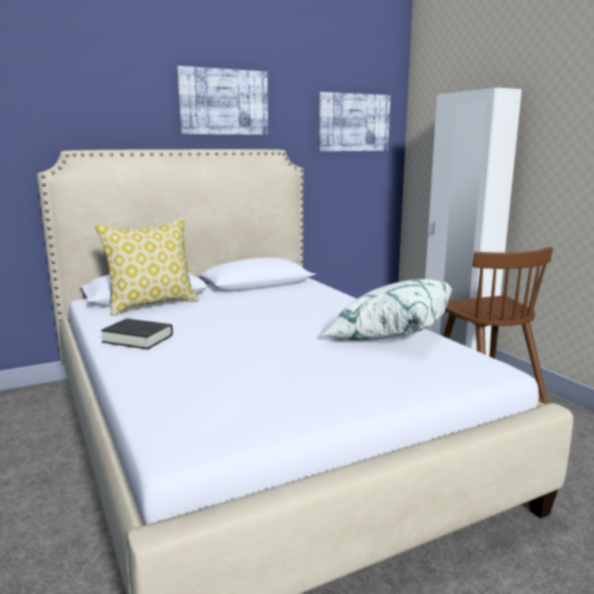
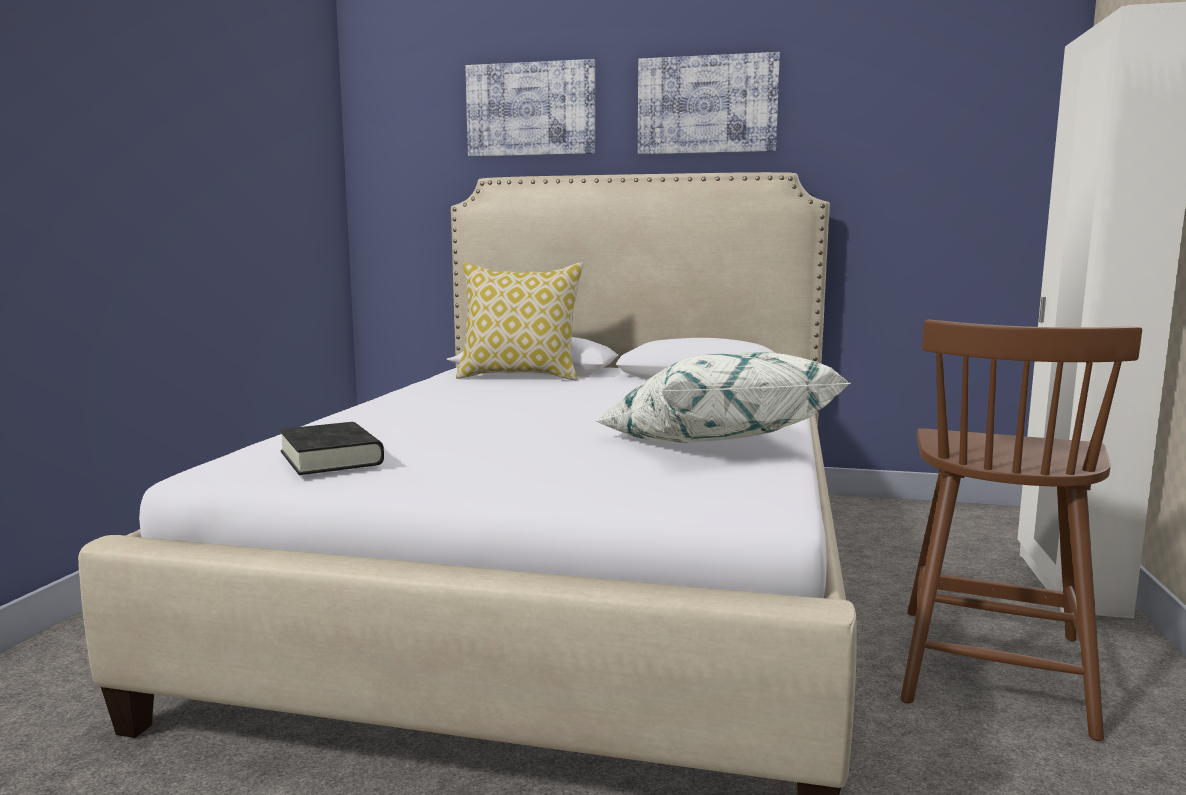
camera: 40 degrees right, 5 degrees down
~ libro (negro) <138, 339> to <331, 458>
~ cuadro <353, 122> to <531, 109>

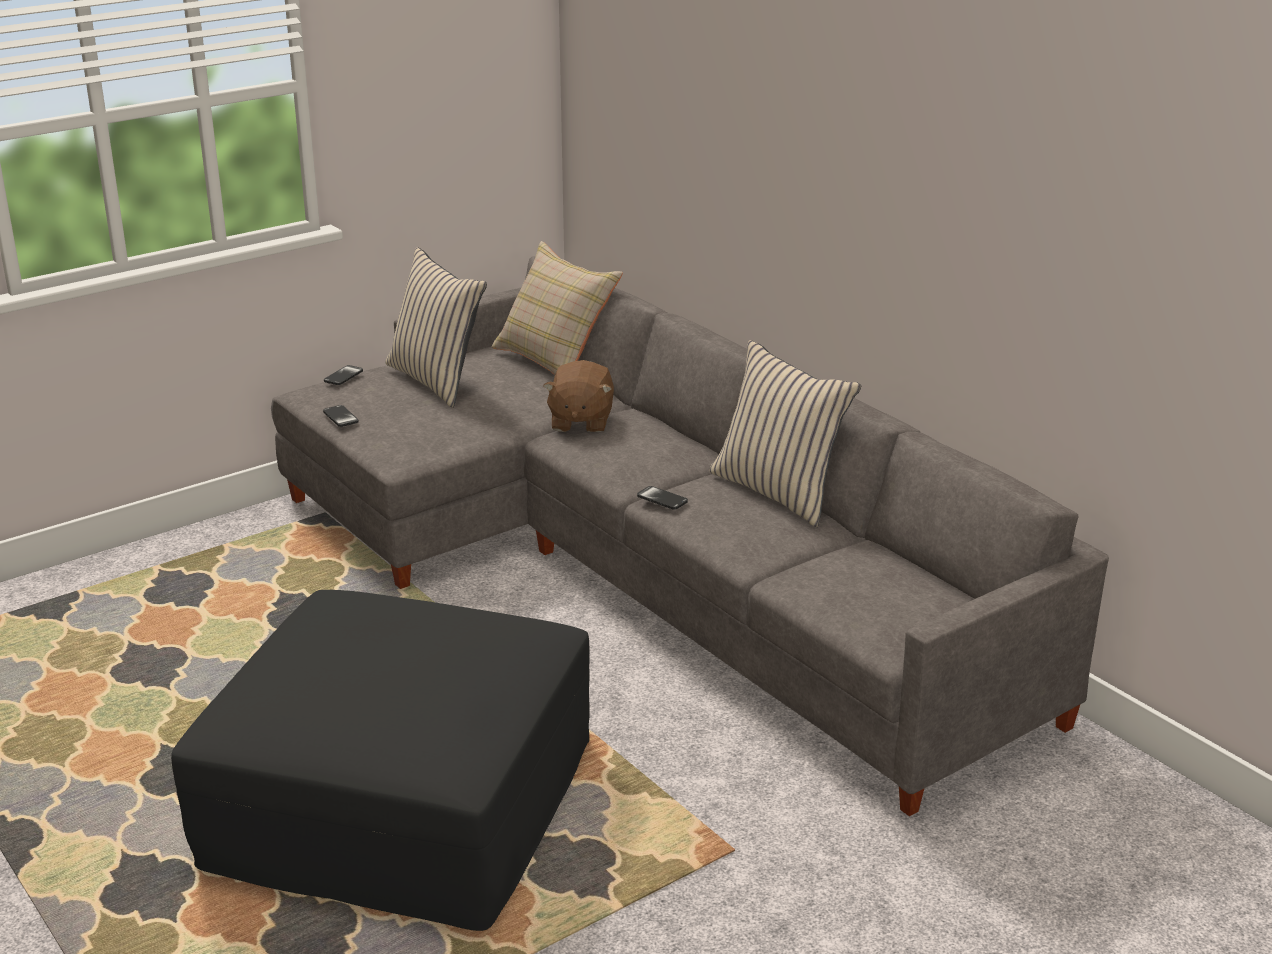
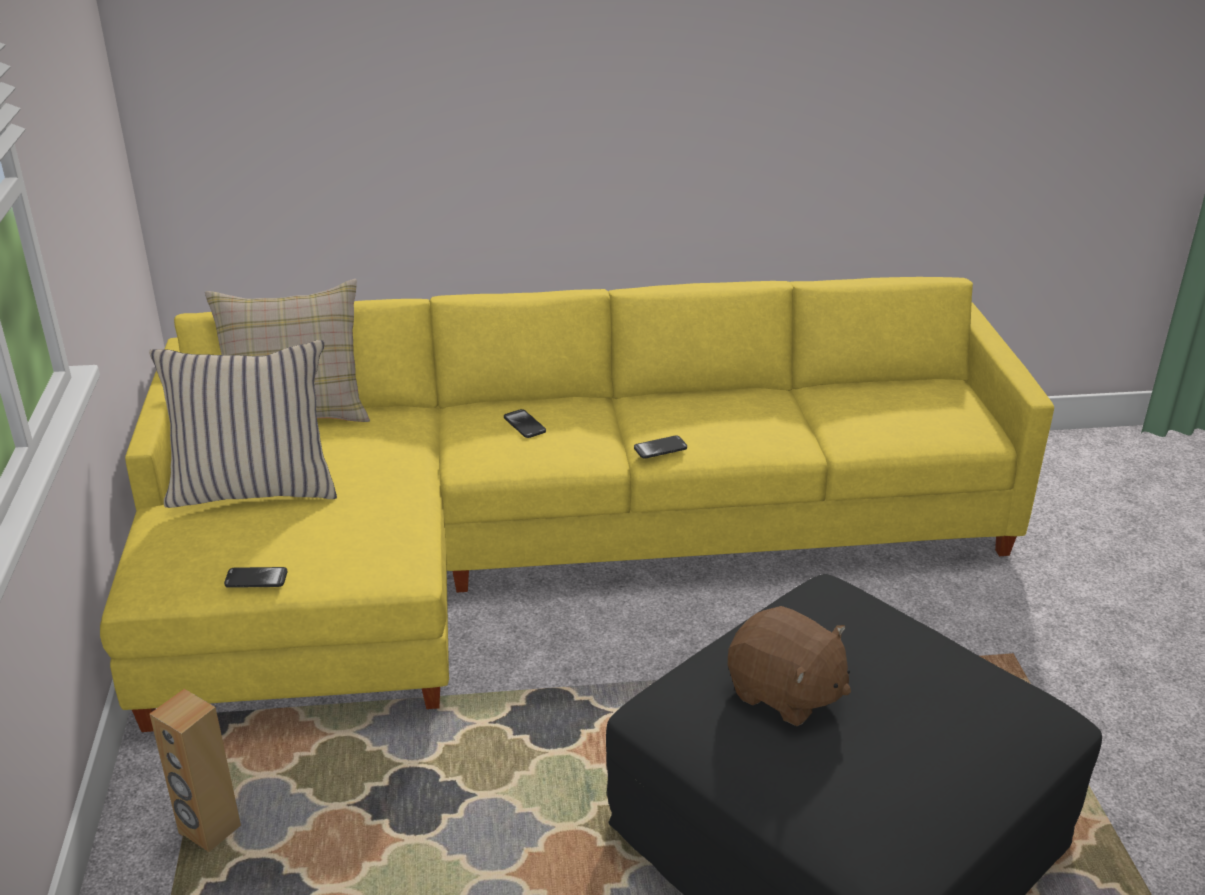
camera: 60 degrees left, 5 degrees up
~ sofá (gris) <641, 567> to sofá (amarillo) <547, 545>
+ altavoz (marrón) <209, 830>
~ móvil <343, 376> to <524, 425>
~ peluche (marrón) <580, 422> to <785, 693>
- cojín (beis) <779, 492>

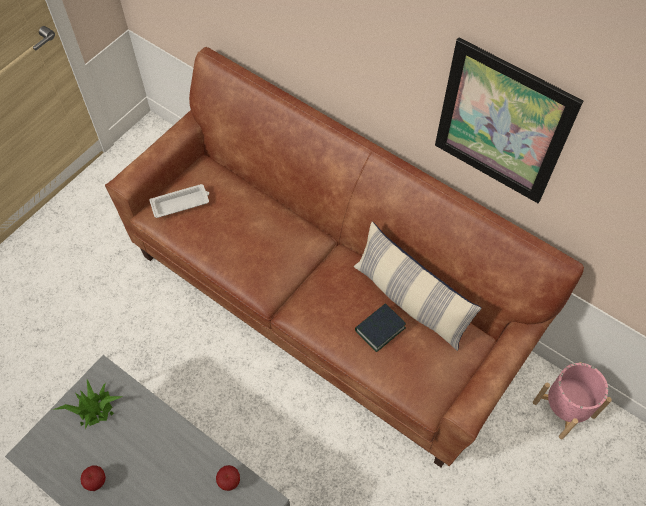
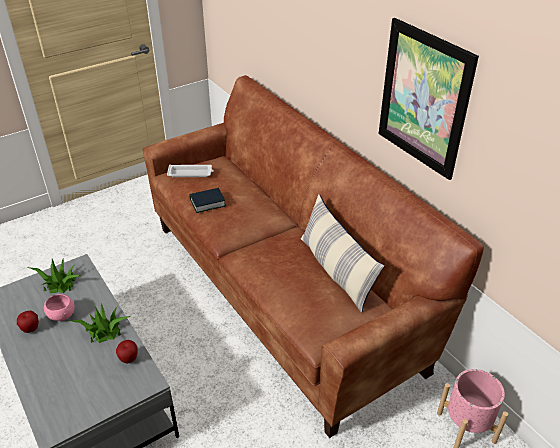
camera: 20 degrees right, 20 degrees down
+ cuenco (rosa) <62, 315>
+ planta en maceta <103, 330>
~ libro <380, 329> to <207, 203>

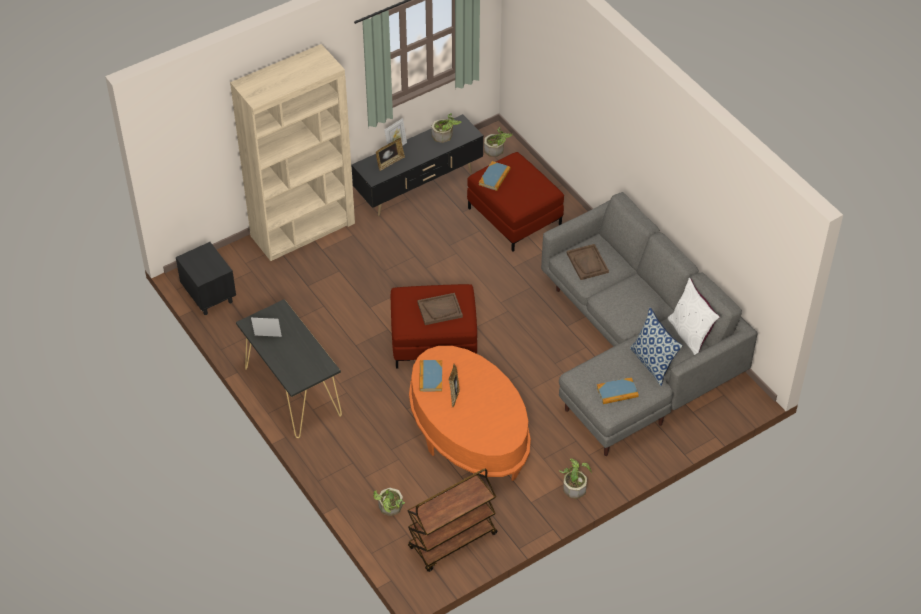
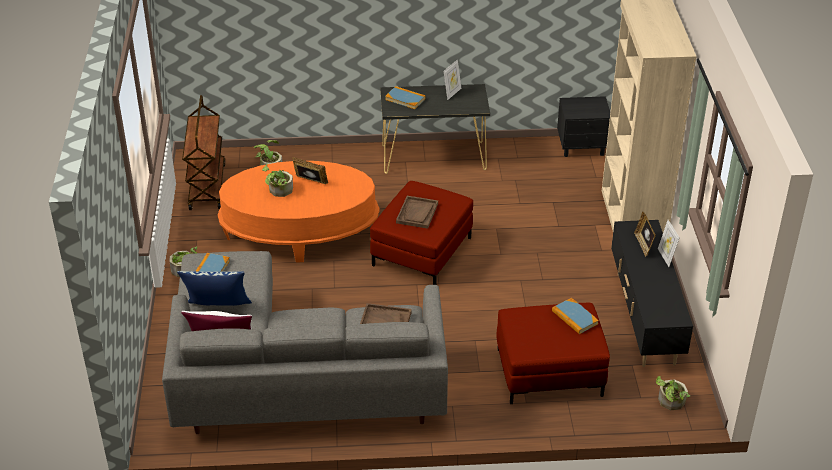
camera: 120 degrees right, 10 degrees down
~ planta en maceta <445, 136> to <278, 191>
~ libro <430, 377> to <405, 99>

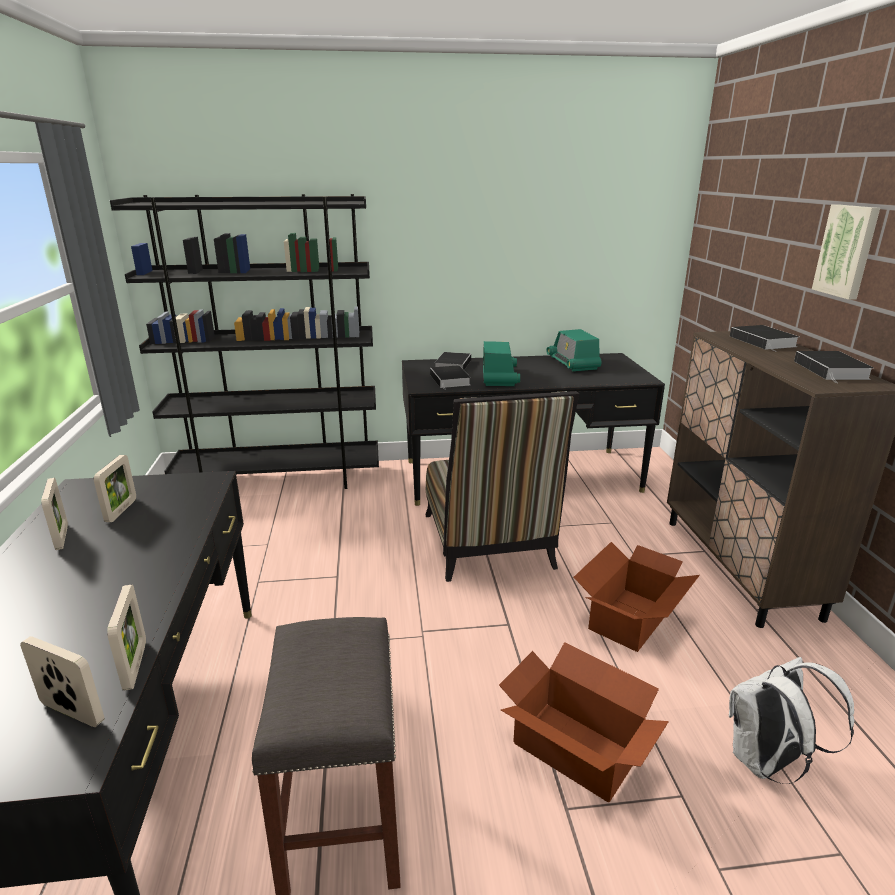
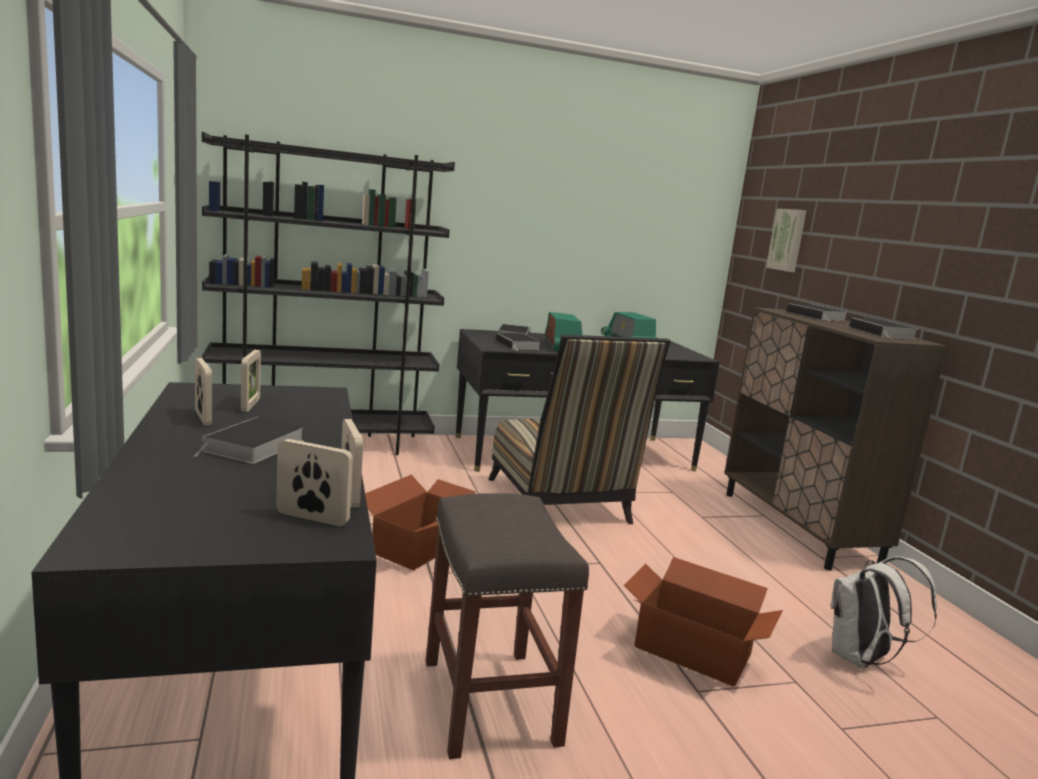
camera: 10 degrees left, 10 degrees down
+ libro <253, 447>
~ caja de cartón <631, 619> to <420, 547>
~ cuadro <847, 251> to <788, 240>

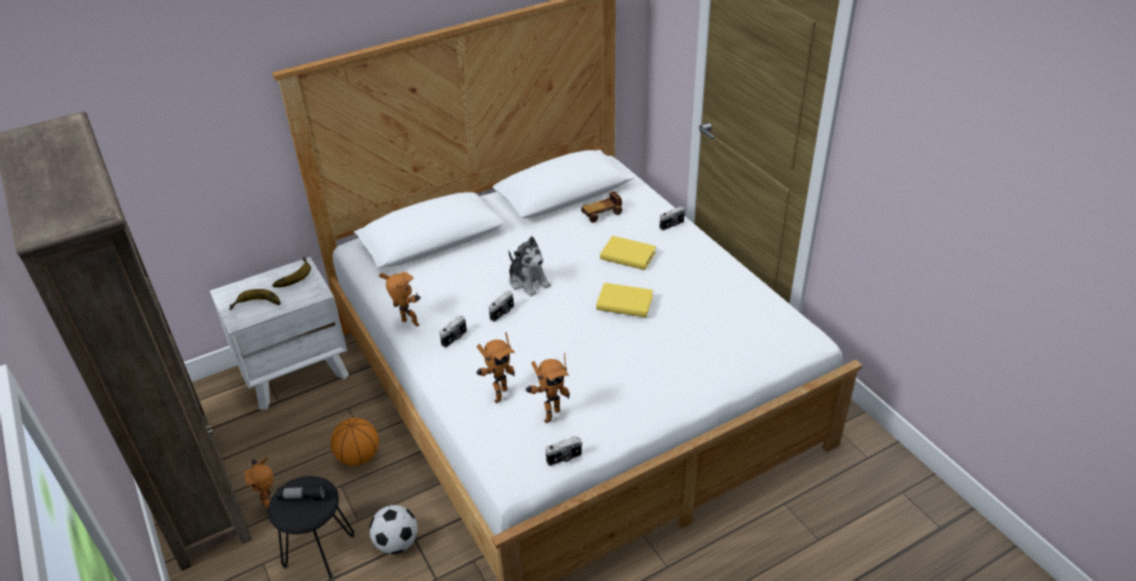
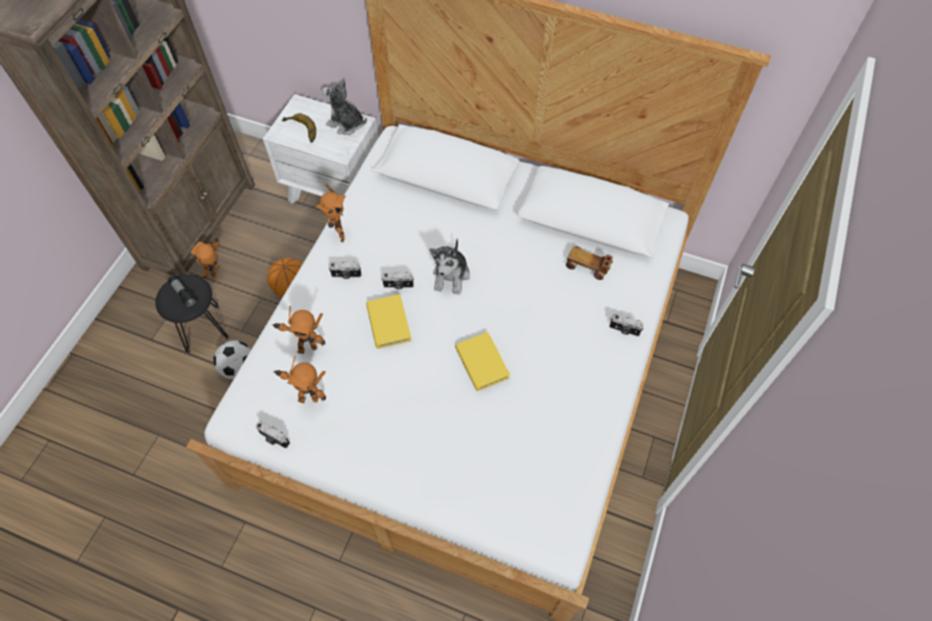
camera: 50 degrees right, 20 degrees up
~ plátano <291, 275> to peluche <346, 124>
~ libro (amarillo) <628, 256> to <388, 323>

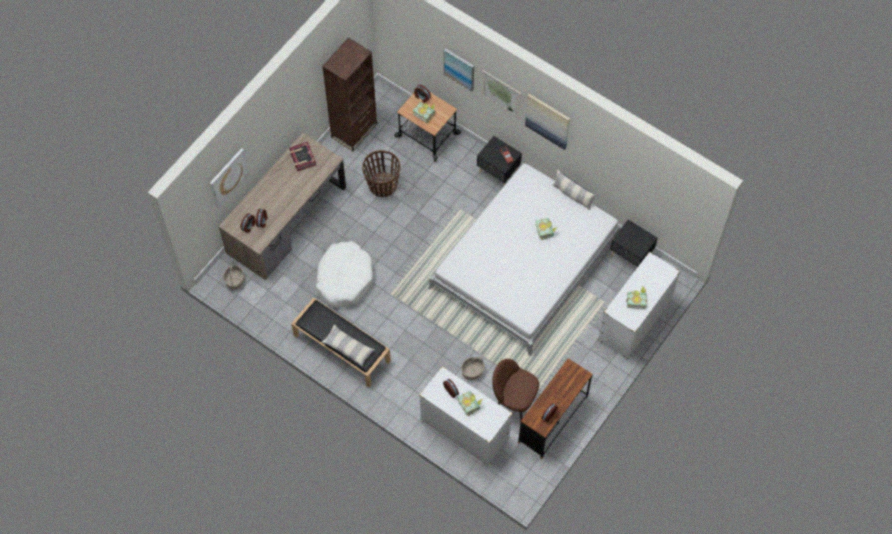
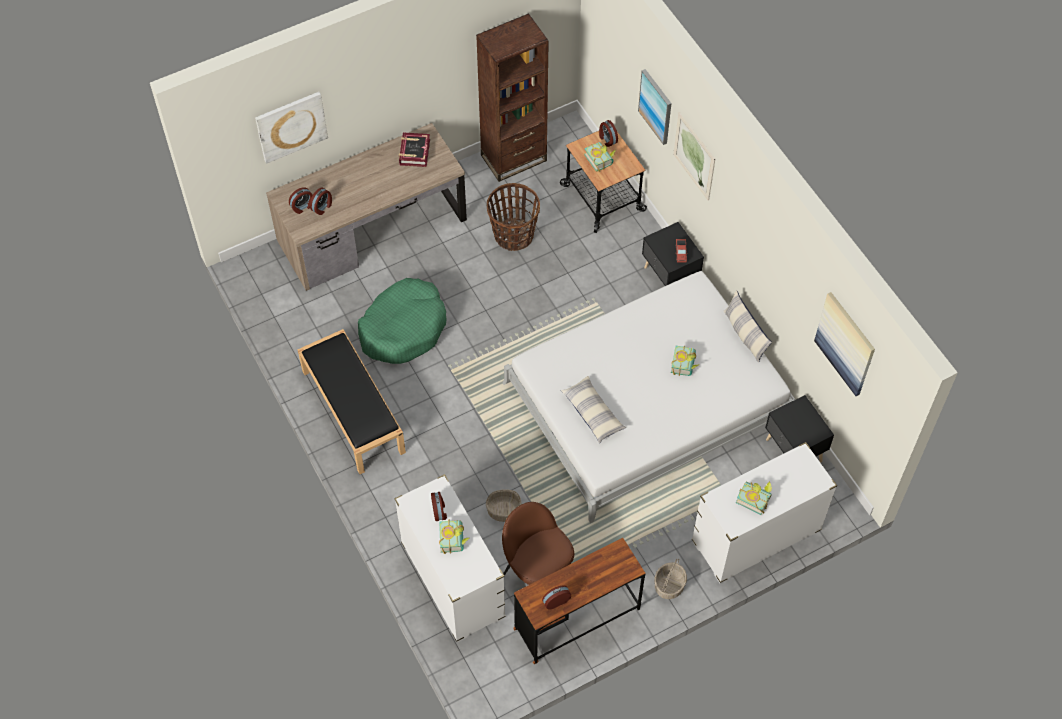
camera: 25 degrees right, 5 degrees down
~ cama para perro (blanco) <344, 279> to cama para perro (verde) <403, 328>
~ cojín <348, 347> to <593, 413>
~ cesta <234, 280> to <669, 585>
~ cuadro <548, 120> to <845, 343>

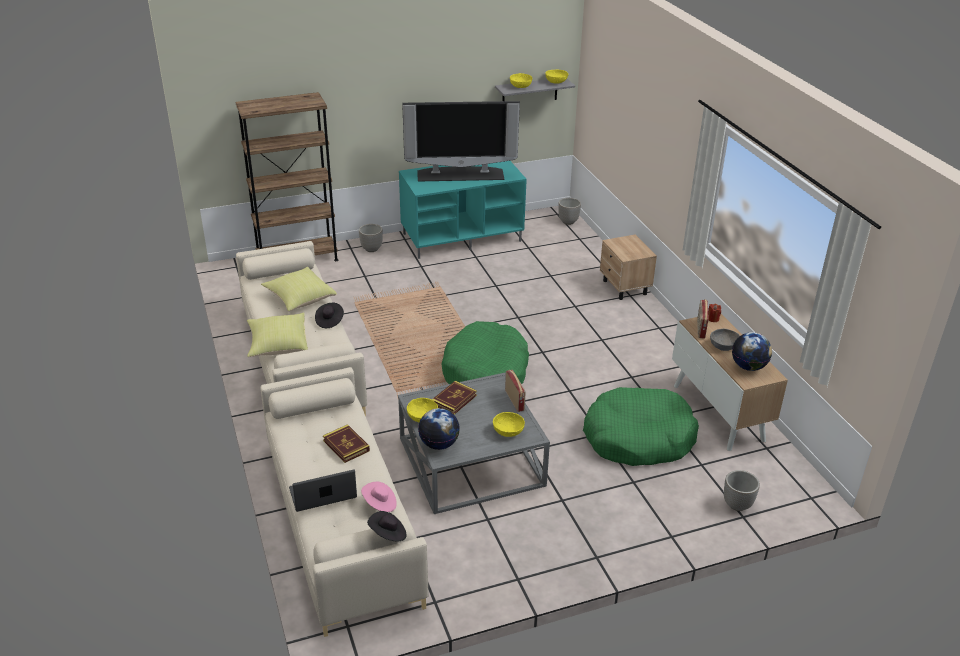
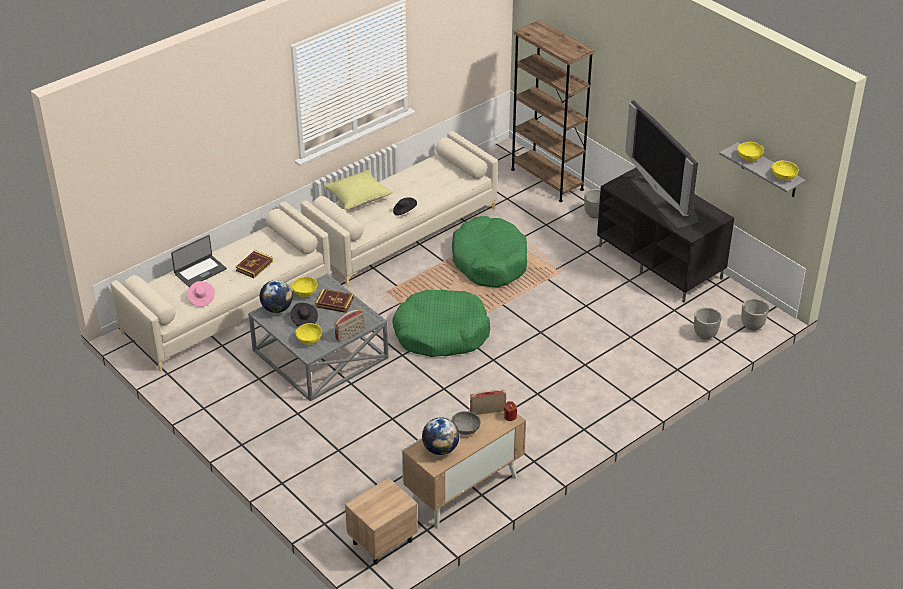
camera: 70 degrees right, 5 degrees up
~ portátil <323, 494> = <200, 271> 90 degrees clockwise
~ sombrero (negro) <388, 534> to <304, 320>
~ mesita de noche (beis) <624, 288> to <381, 542>
~ cama para perro (verde) <638, 438> to <489, 261>
~ mueble de televisión (turquesa) <462, 237> to mueble de televisión (negro) <661, 262>
~ maceta <737, 505> to <705, 335>
- cojín (amarillo) <299, 299>

